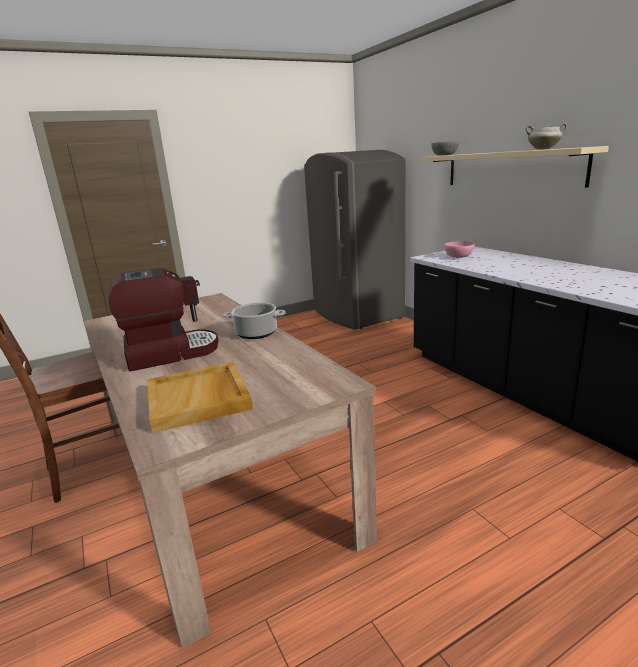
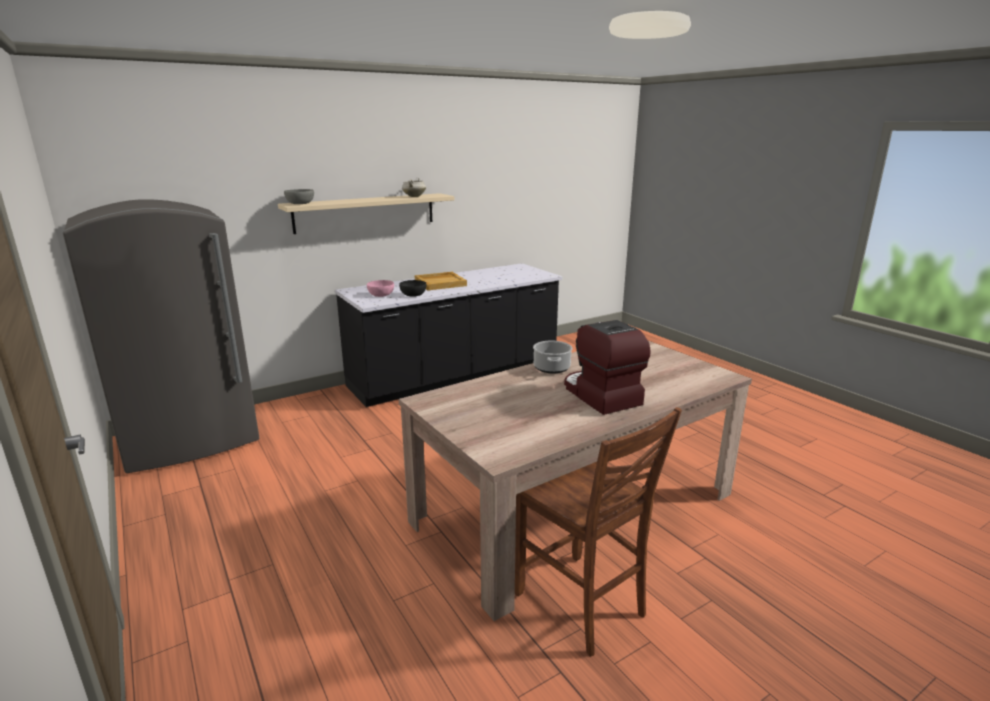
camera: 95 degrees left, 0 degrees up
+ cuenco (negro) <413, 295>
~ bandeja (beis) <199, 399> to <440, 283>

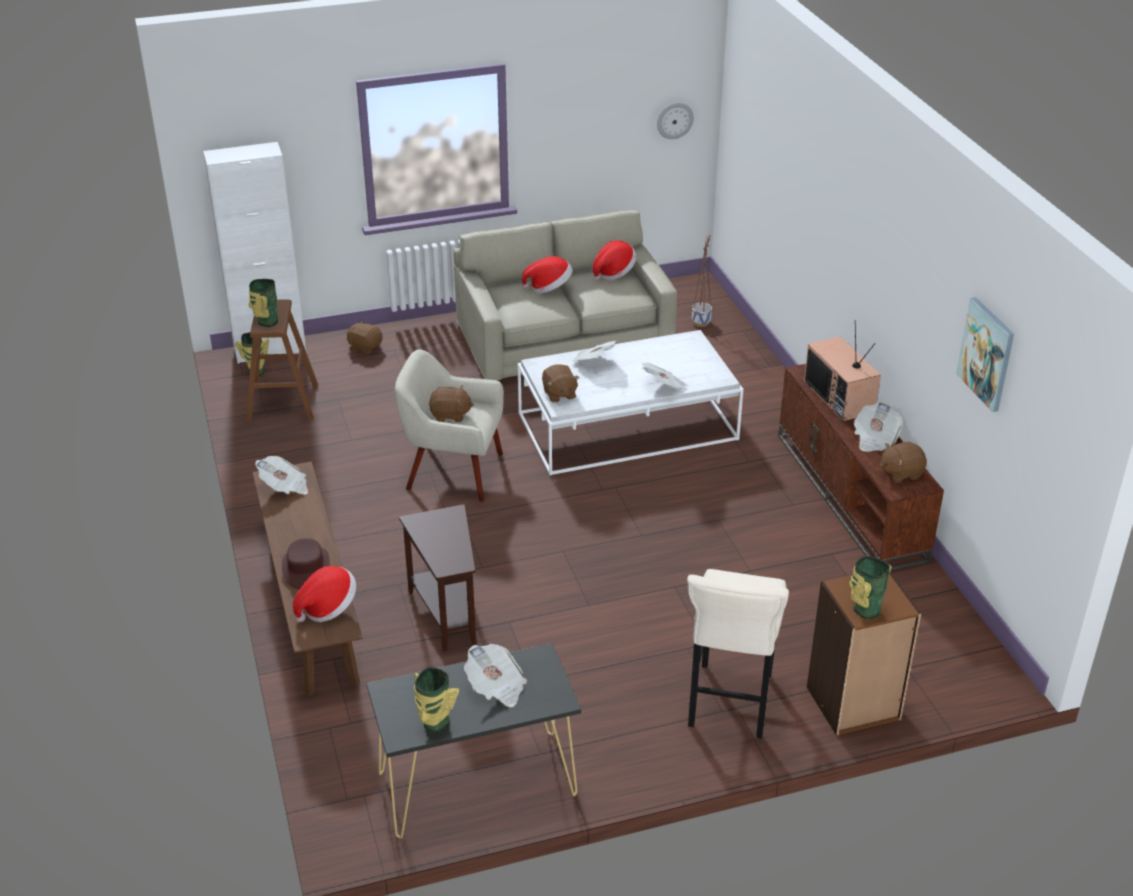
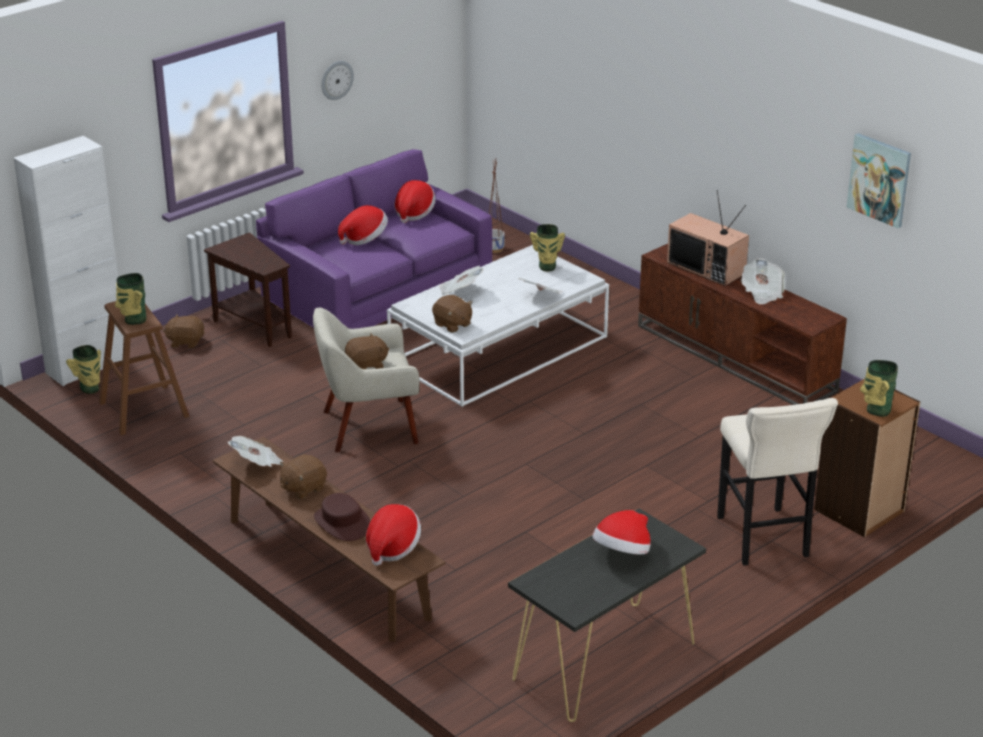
camera: 25 degrees left, 5 degrees down
~ mesa auxiliar (marrón) <447, 613> to <254, 326>
~ sofá (beis) <564, 338> to sofá (morado) <377, 290>
~ peluche (marrón) <900, 472> to <303, 488>
~ reloj de pared <674, 120> to <336, 80>
~ florero <434, 723> to <547, 267>
~ periódico <496, 687> to sombrero <622, 553>

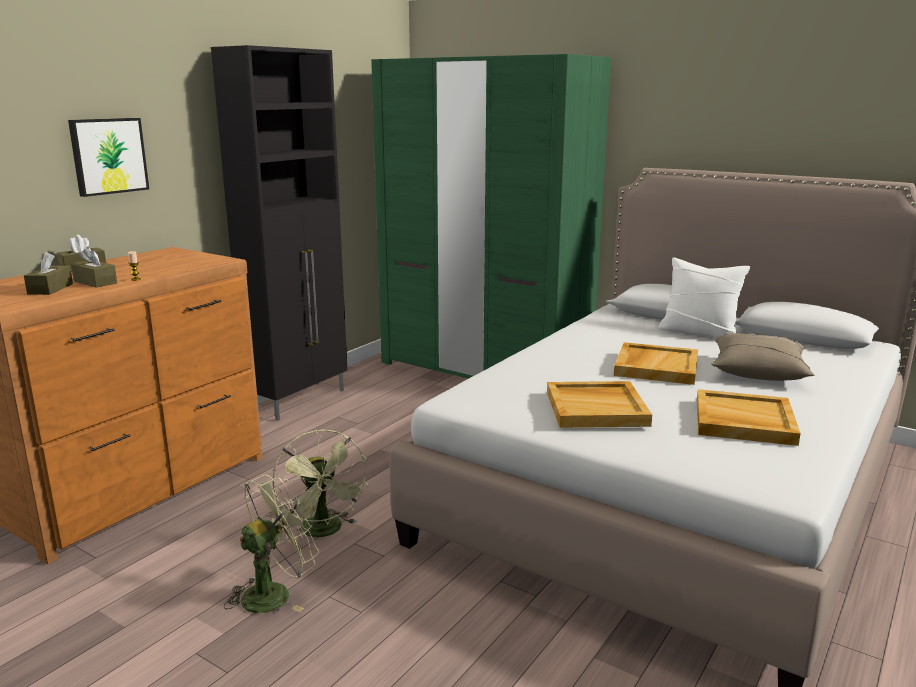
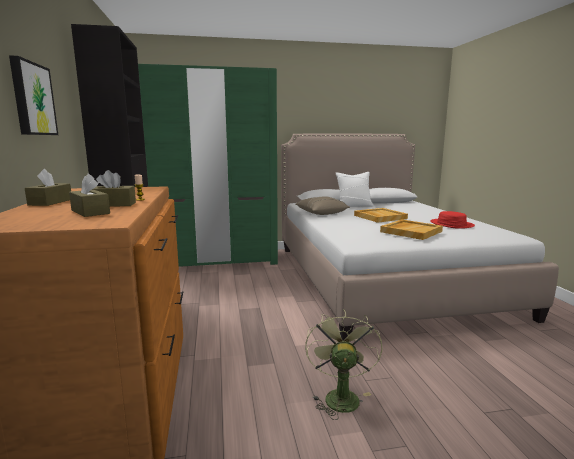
camera: 45 degrees left, 5 degrees down
~ cojín (beis) <758, 371> to <321, 213>
~ bandeja (beis) <743, 421> to sombrero (rojo) <451, 224>
- ventilador (verde) <325, 531>

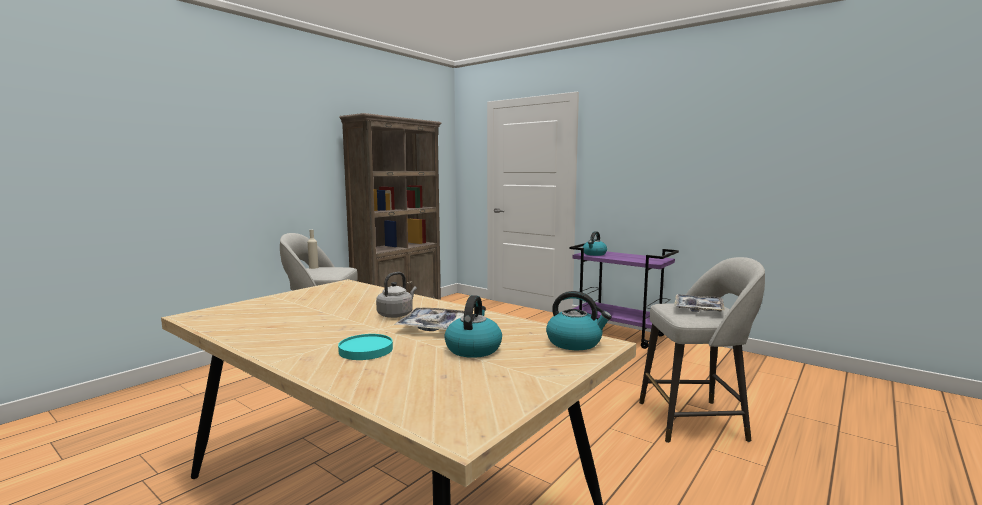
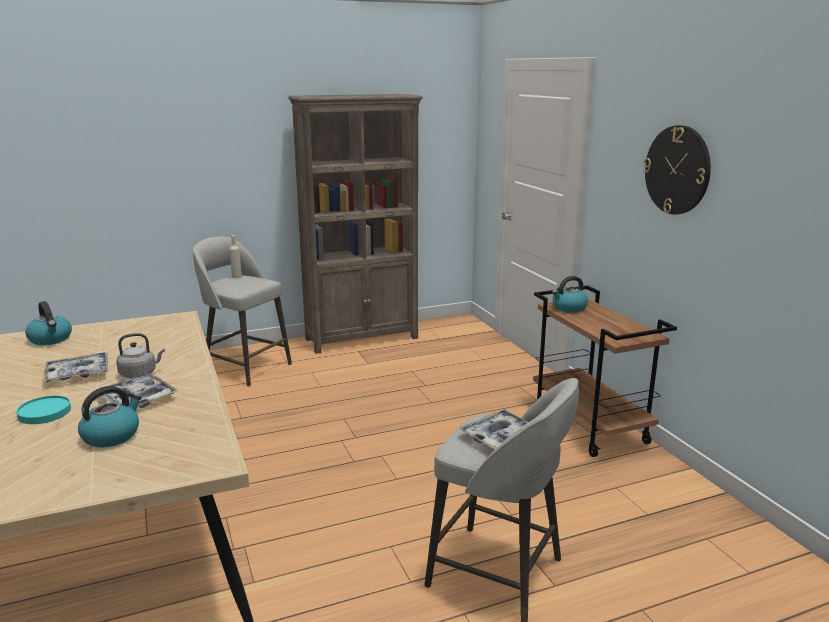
camera: 30 degrees right, 10 degrees up
~ hervidor <575, 342> to <51, 339>
+ bandeja <78, 374>
~ carrito (morado) <620, 334> to carrito (marrón) <590, 426>
+ reloj de pared <677, 170>

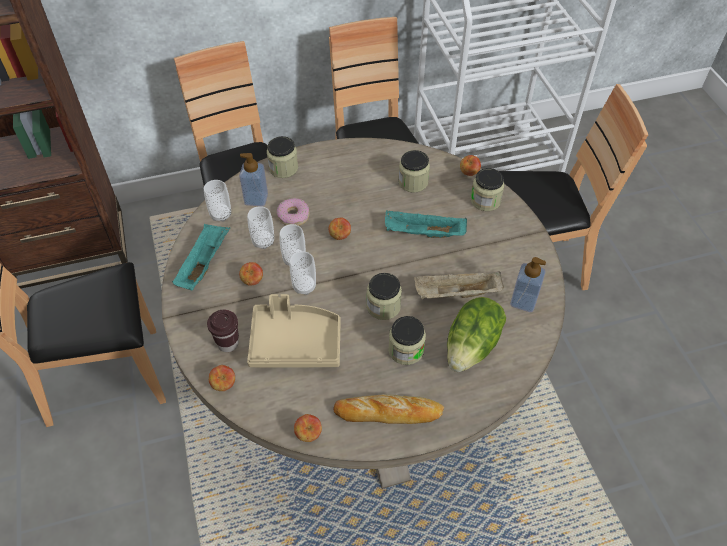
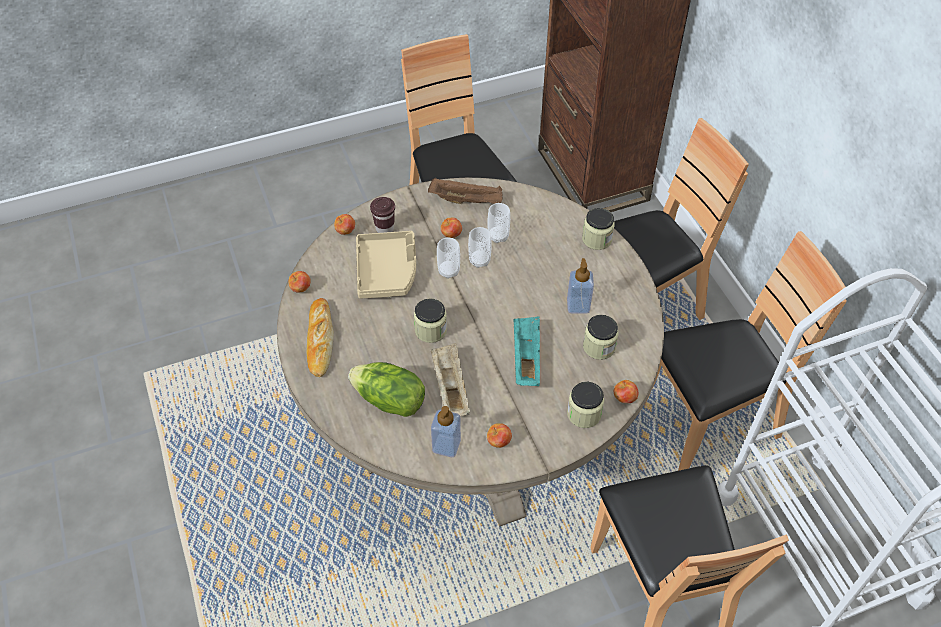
camera: 85 degrees right, 0 degrees up
~ bandeja (turquesa) <204, 264> to bandeja (marrón) <467, 200>
~ manzana <340, 236> to <499, 442>
~ dispensador de jabón <256, 199> to <578, 305>
- taza <221, 214>
- rosquilla <293, 216>
- tarro <406, 350>

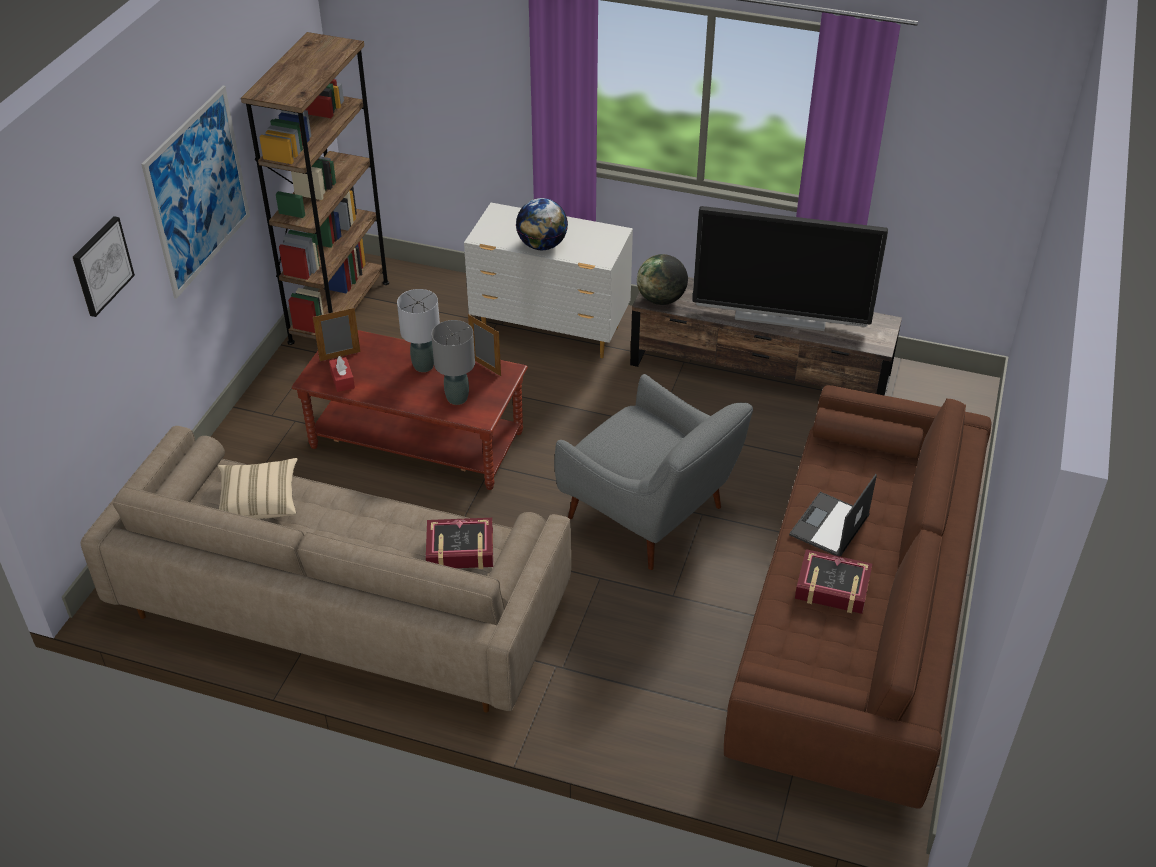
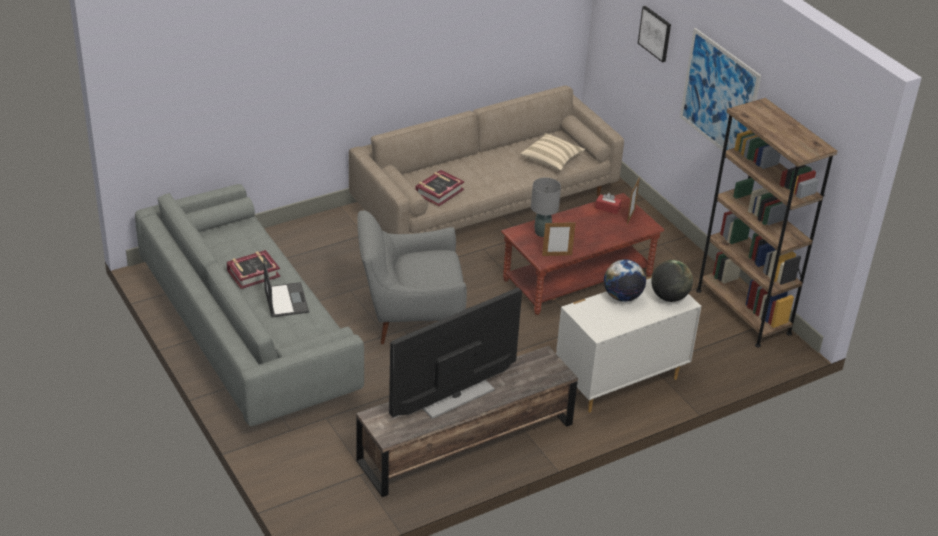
camera: 130 degrees right, 5 degrees down
~ sofá (marrón) <855, 622> to sofá (gris) <248, 333>
~ globo terráqueo <661, 300> to <669, 297>
- lámpara de mesa (gris) <423, 366>

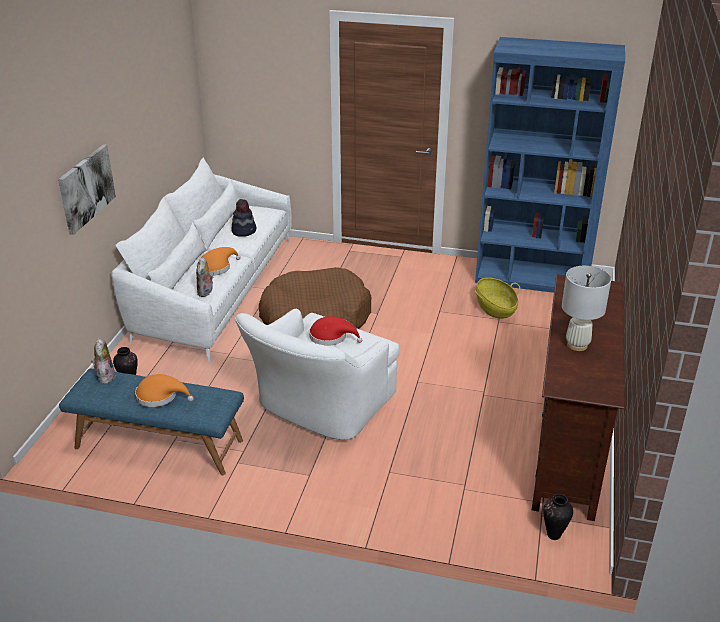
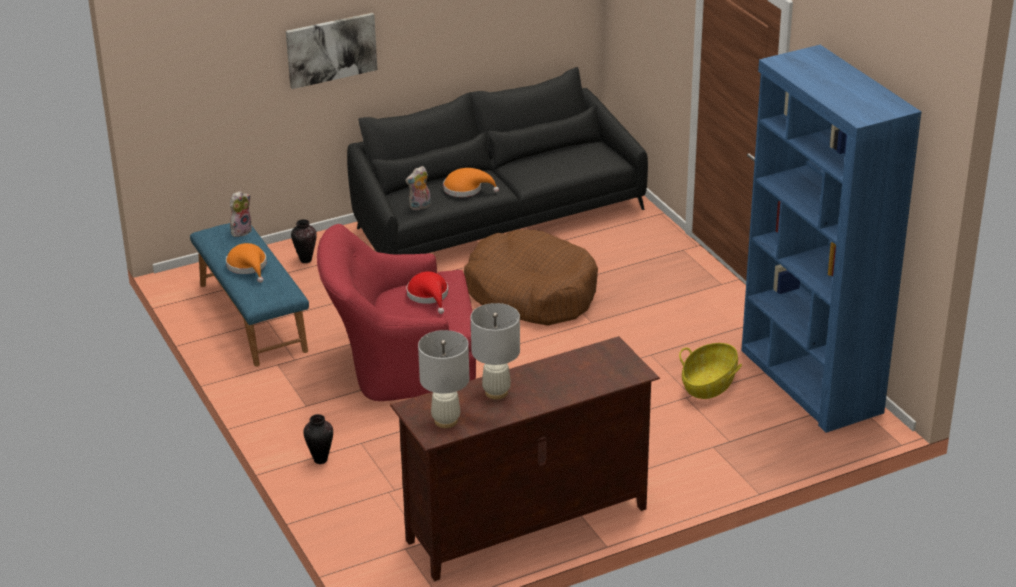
camera: 50 degrees right, 0 degrees up
~ florero <553, 535> to <320, 460>
~ sillón (blanco) <320, 407> to sillón (rojo) <400, 365>
~ sofá (blanco) <213, 289> to sofá (negro) <495, 219>
+ lámpara de mesa (blanco) <446, 421>
- sombrero <244, 231>

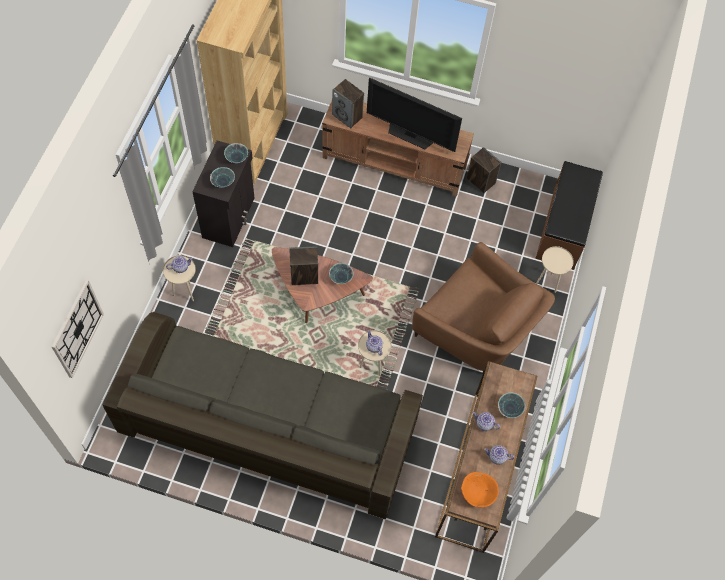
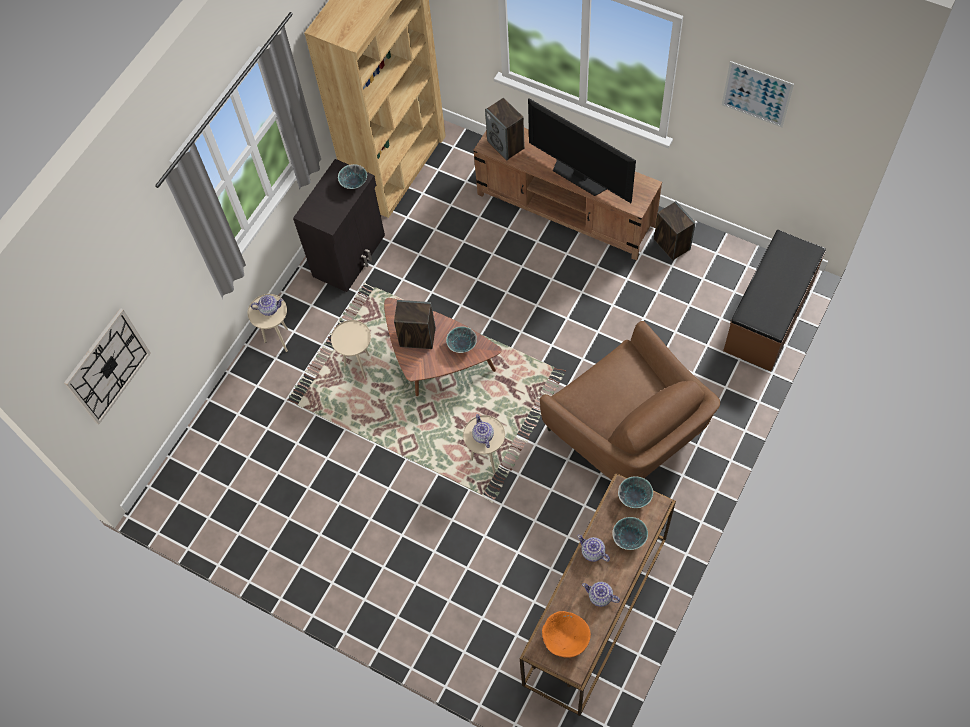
camera: 20 degrees right, 0 degrees up
~ mesa auxiliar (beis) <547, 283> to <359, 366>
~ cuenco <223, 183> to <635, 497>
+ cuadro <756, 94>
- sofá (gris) <269, 426>

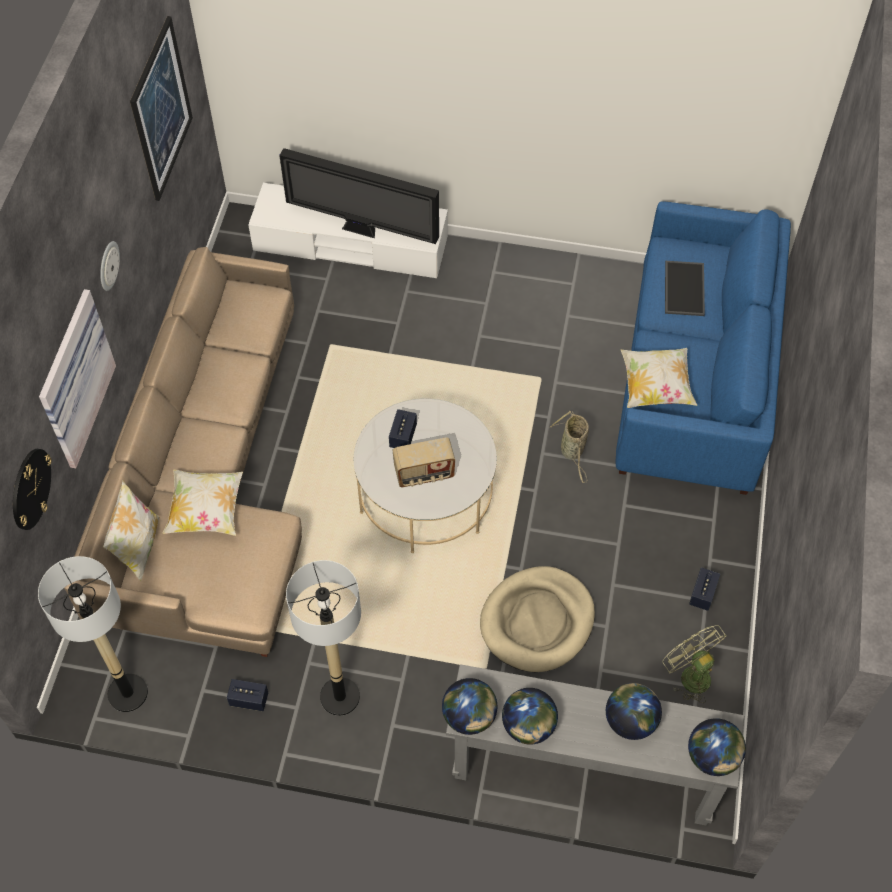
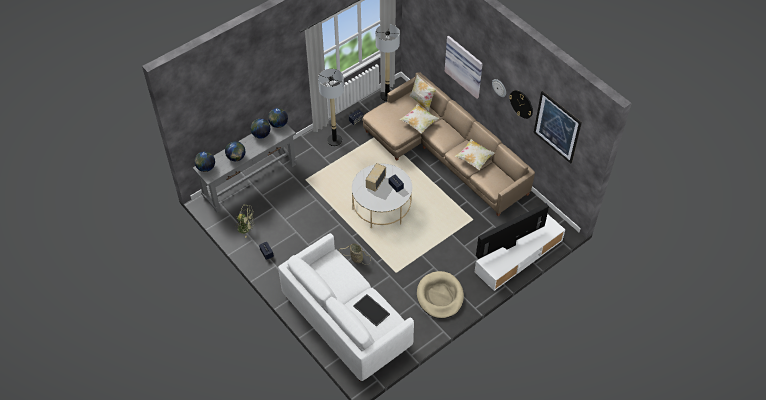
camera: 130 degrees right, 5 degrees down
~ sofá (azul) <694, 380> to sofá (blanco) <346, 321>
~ cama para perro (beis) <537, 621> to <440, 296>
~ cojín <655, 387> to <474, 159>
~ reloj de pared <30, 488> to <521, 104>

